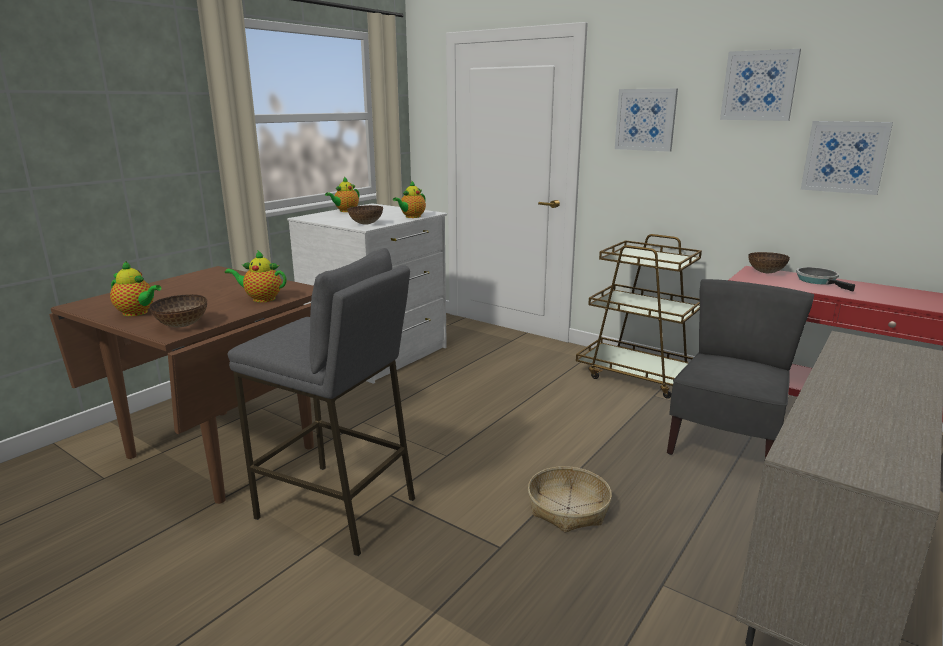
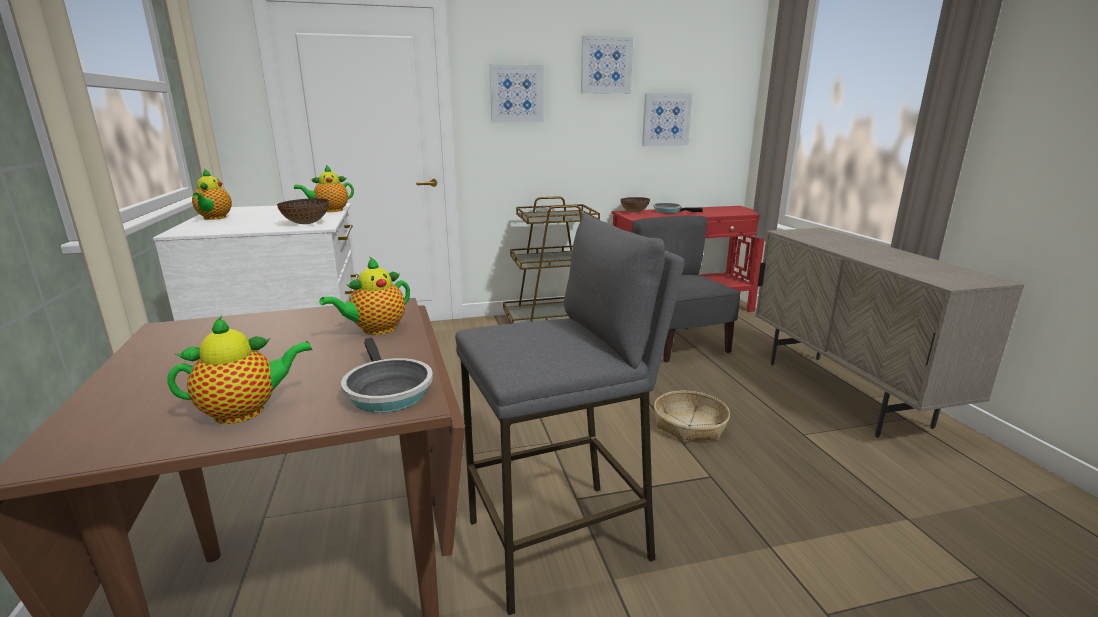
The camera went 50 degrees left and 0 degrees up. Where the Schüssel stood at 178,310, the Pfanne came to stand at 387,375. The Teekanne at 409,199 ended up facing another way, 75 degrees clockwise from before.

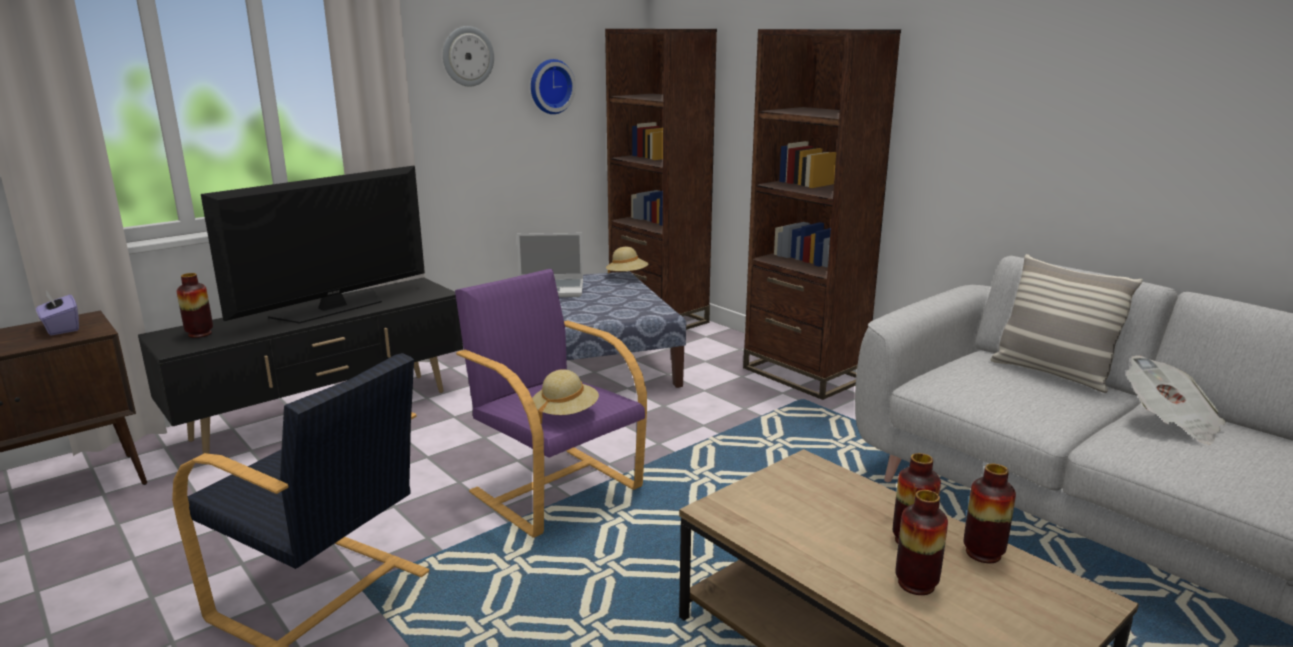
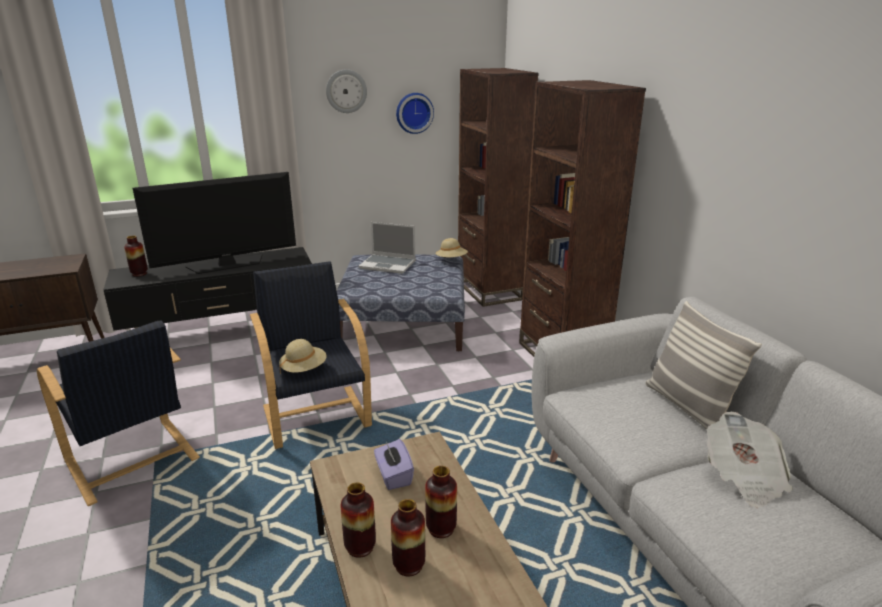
The camera went 20 degrees right and 5 degrees up. The Taschentuchbox (lila) ended up elsewhere, having gone from 57,313 to 394,464. The Vase ended up elsewhere, having gone from 989,513 to 358,520. What was the Sessel (lila) at 551,403 turned into the Sessel (schwarz) at 311,355.

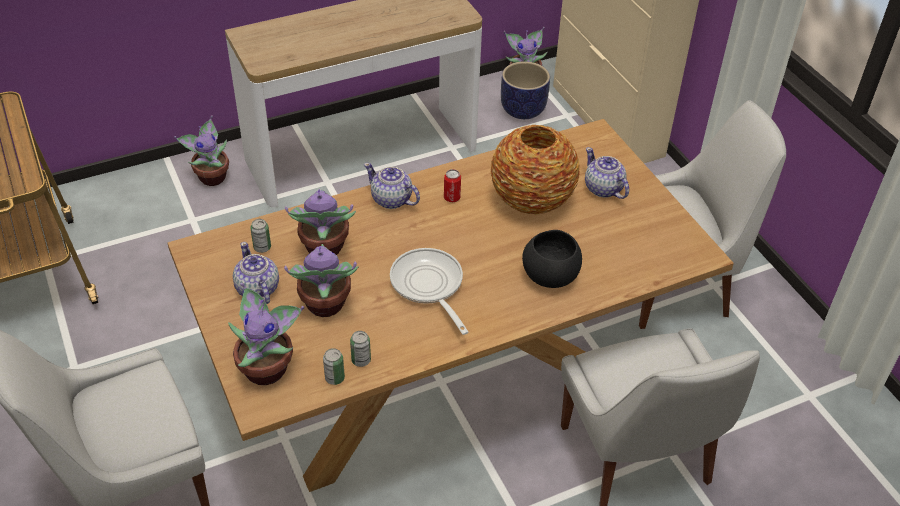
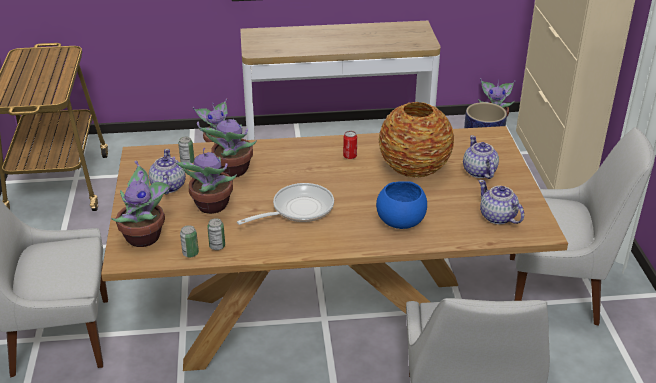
The camera went 20 degrees right and 10 degrees down. The Teekanne ended up elsewhere, having gone from 392,186 to 501,202. What was the Schüssel (schwarz) at 552,259 turned into the Schüssel (blau) at 401,205. The Pfanne at 429,291 ended up facing another way, 60 degrees clockwise from before.

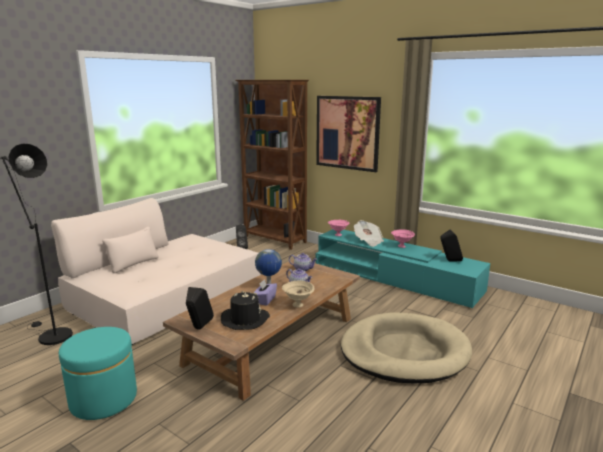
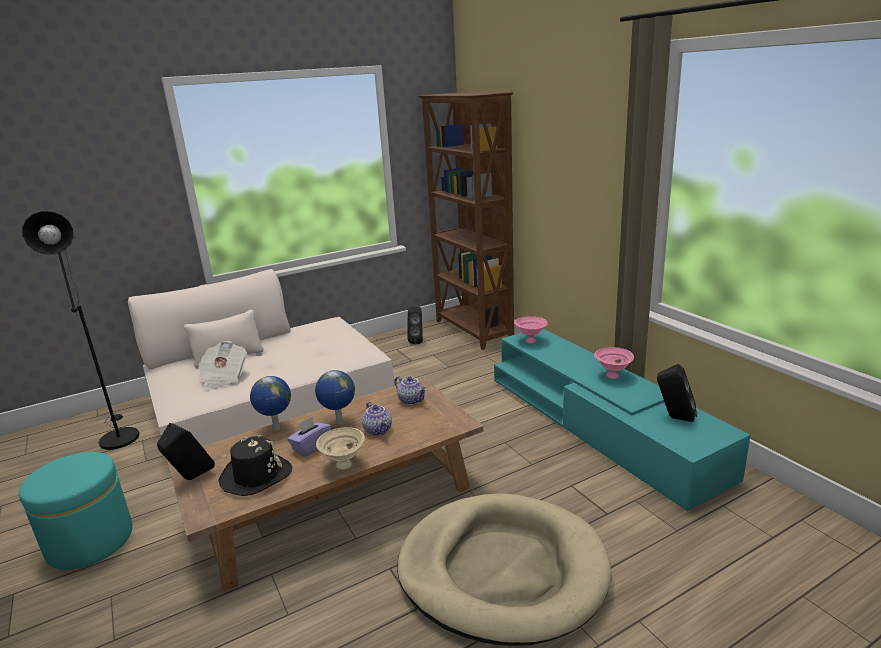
The camera went 25 degrees right and 5 degrees up. The second view lost the Bild at 348,134. The second view gained the Globus at 270,403. The Zeitung ended up elsewhere, having gone from 369,233 to 223,365.

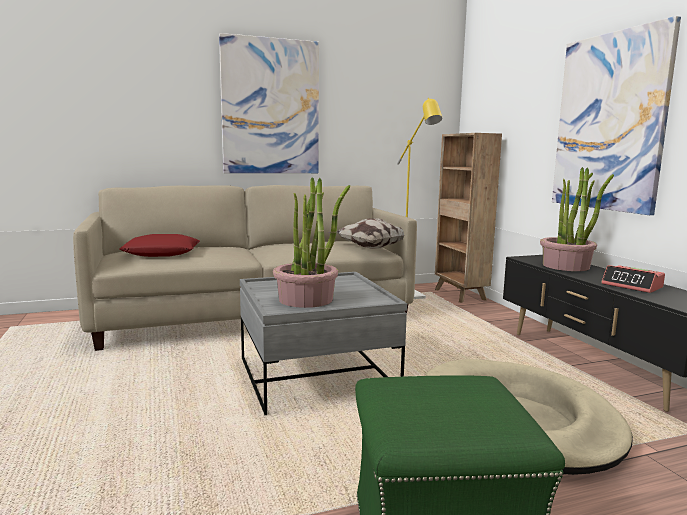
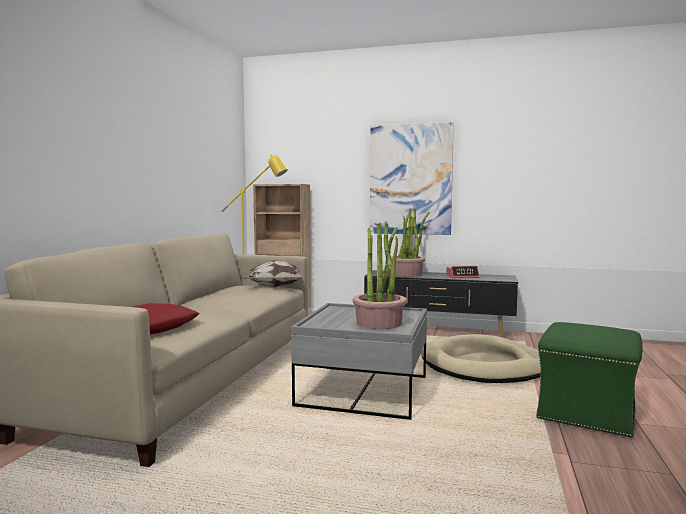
The camera went 55 degrees left and 5 degrees down. The second view lost the Bild at 269,103.

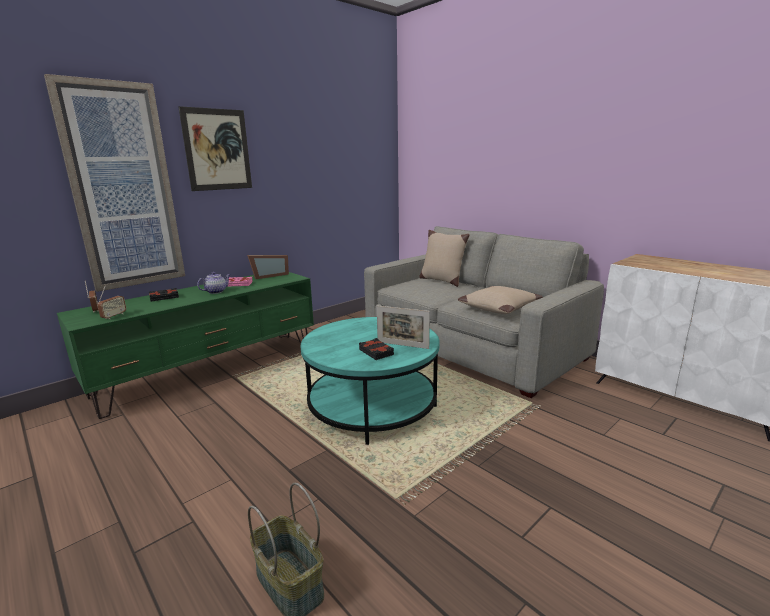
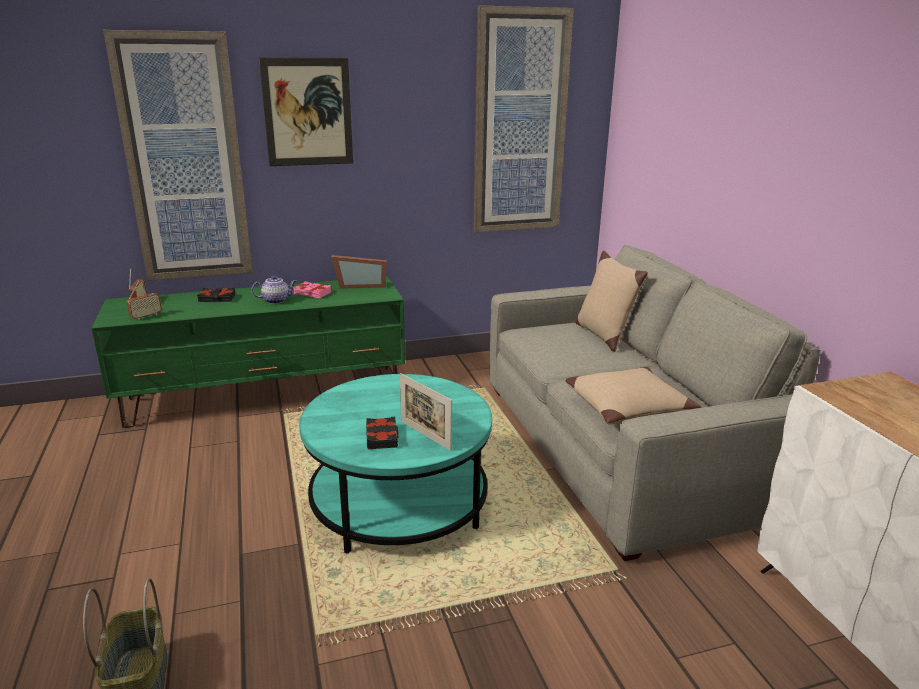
The camera went 25 degrees right and 5 degrees up. The second view gained the Bild at 523,119.

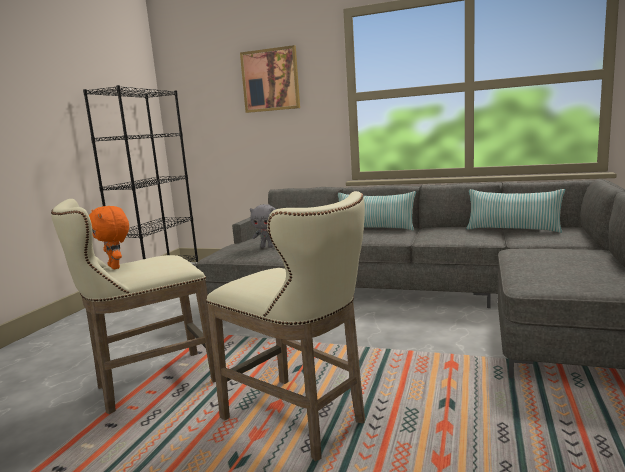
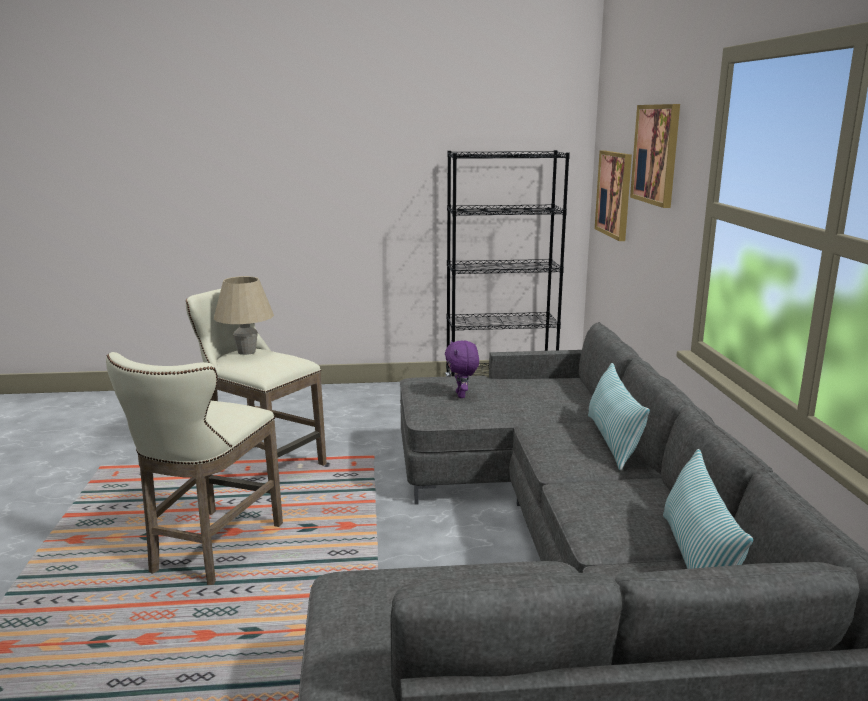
The camera went 65 degrees right and 5 degrees up. The second view gained the Bild at 613,196. Where the Plüschtier (orange) stood at 109,237, the Tischlampe (beige) came to stand at 244,315. What was the Plüschtier (grau) at 263,226 turned into the Plüschtier (lila) at 462,369.

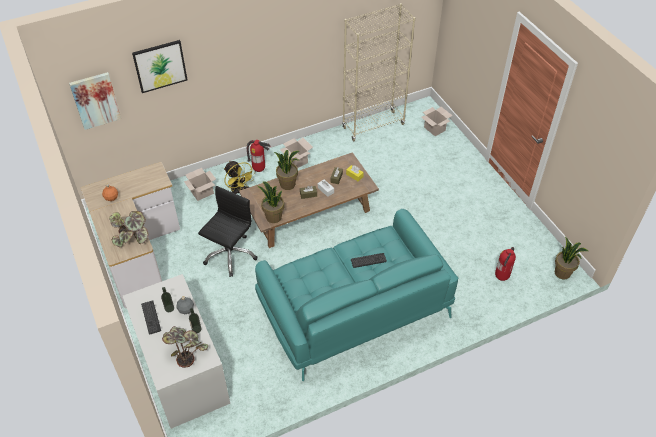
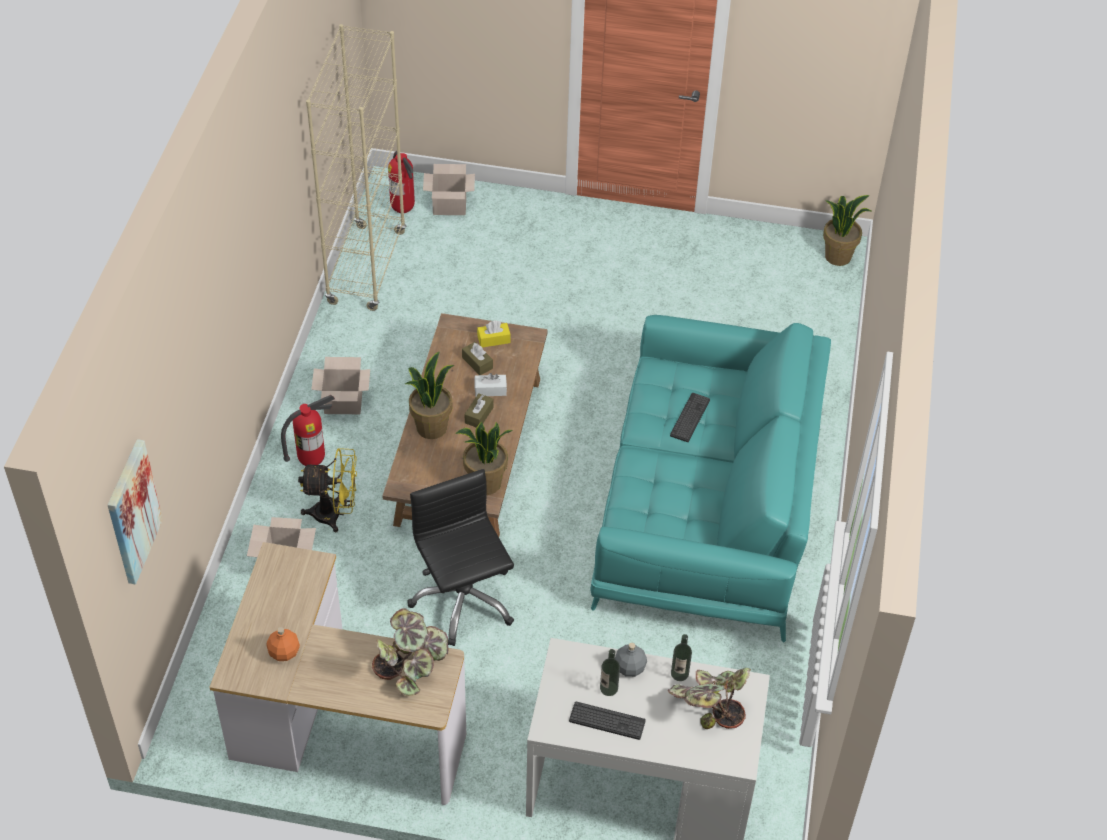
The camera went 55 degrees left and 0 degrees up. The second view lost the Bild at 159,66. The Feuerlöscher ended up elsewhere, having gone from 505,264 to 401,182.

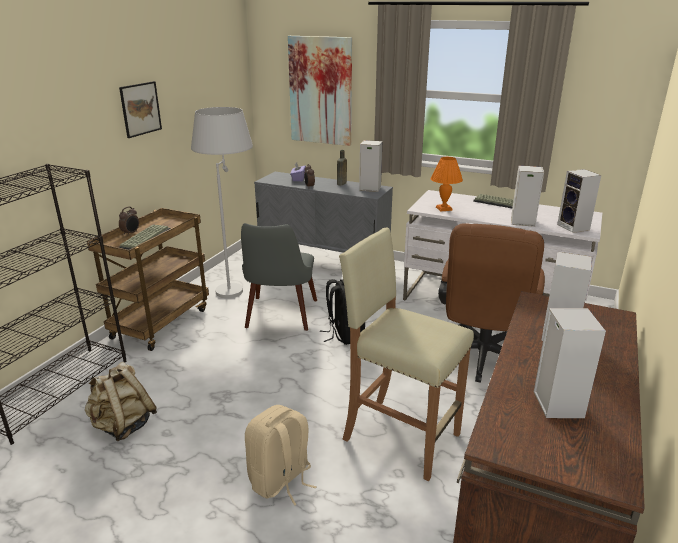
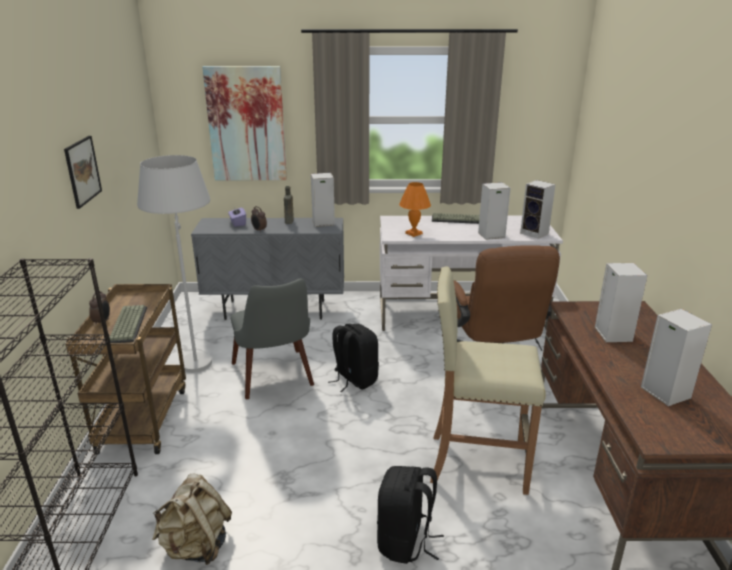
The camera went 25 degrees left and 0 degrees up. What was the Rucksack (beige) at 281,455 turned into the Rucksack (schwarz) at 410,515.

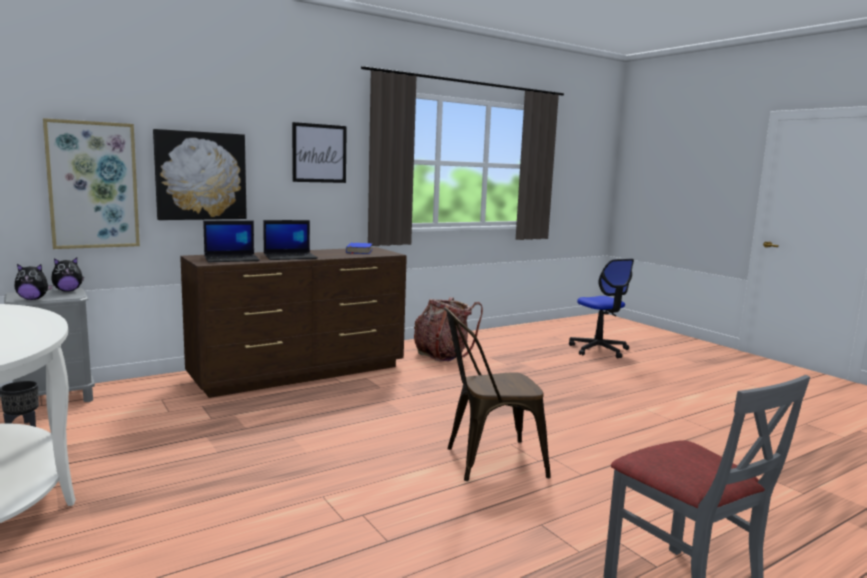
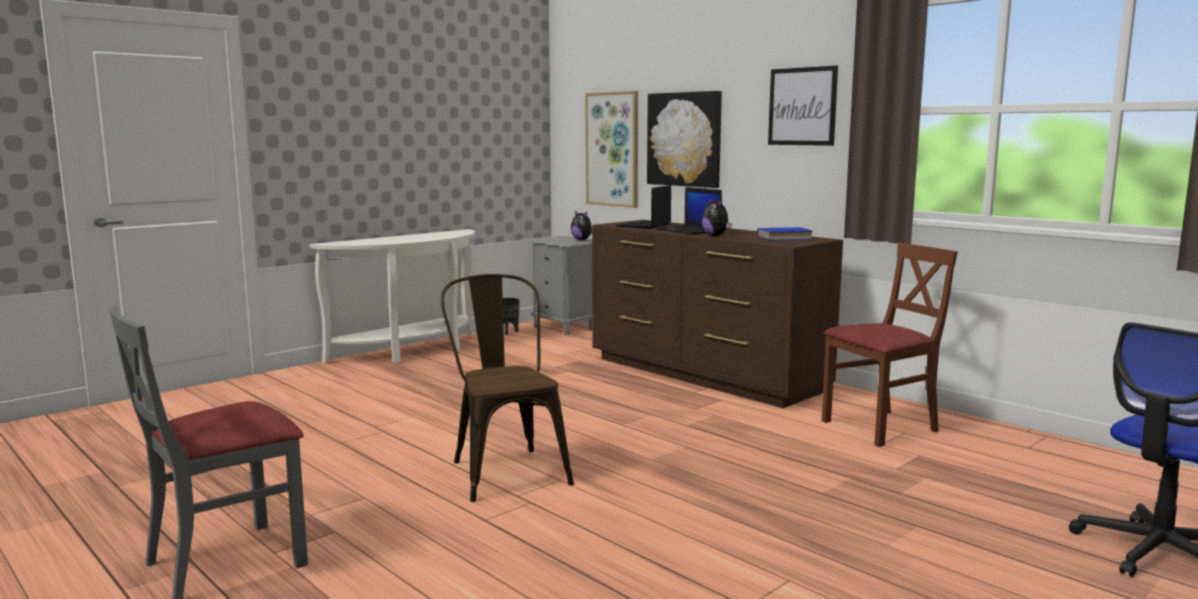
The camera went 80 degrees right and 0 degrees up. The Plüschtier ended up elsewhere, having gone from 33,282 to 717,216. Where the Rucksack stood at 448,329, the Stuhl (braun) came to stand at 890,345. The Laptop at 231,241 ended up facing another way, 60 degrees clockwise from before.

